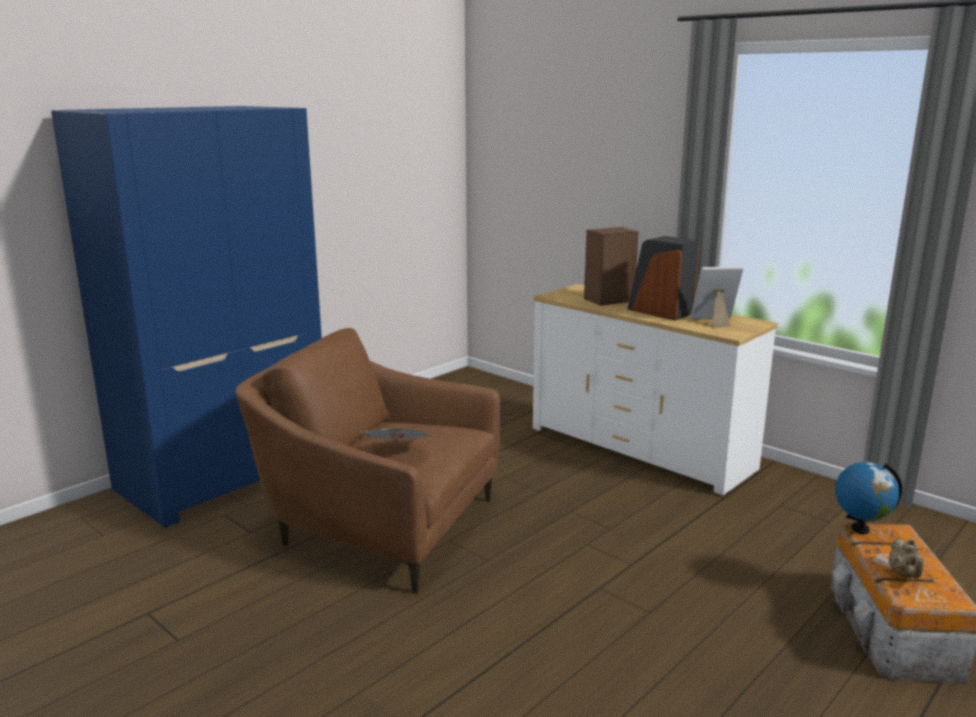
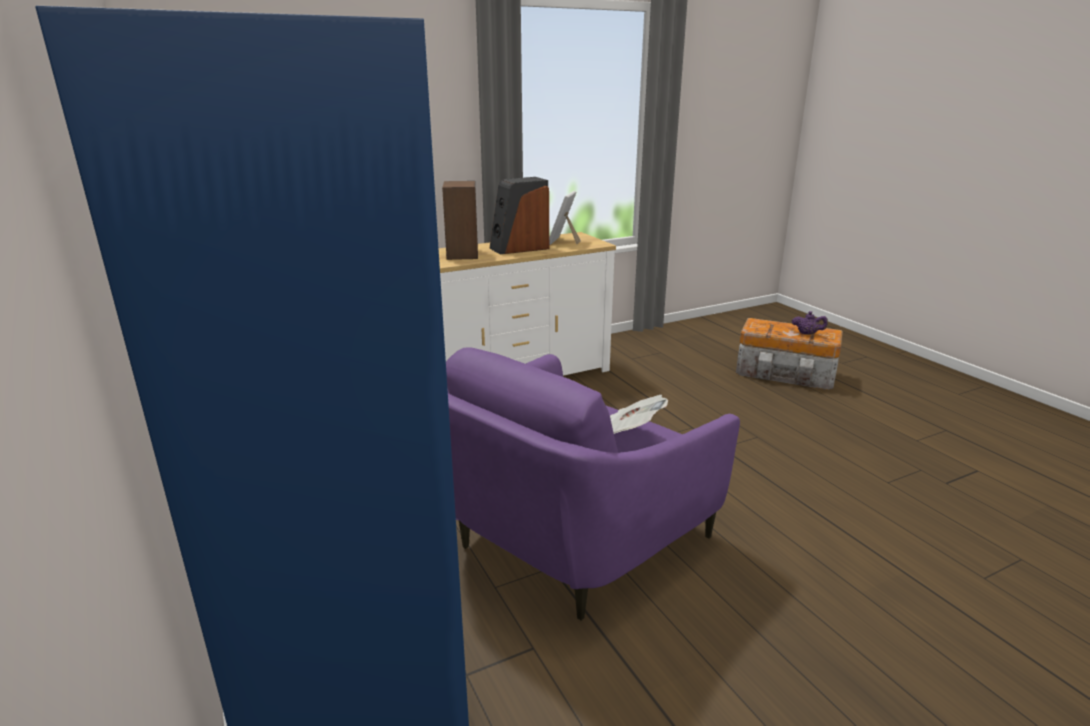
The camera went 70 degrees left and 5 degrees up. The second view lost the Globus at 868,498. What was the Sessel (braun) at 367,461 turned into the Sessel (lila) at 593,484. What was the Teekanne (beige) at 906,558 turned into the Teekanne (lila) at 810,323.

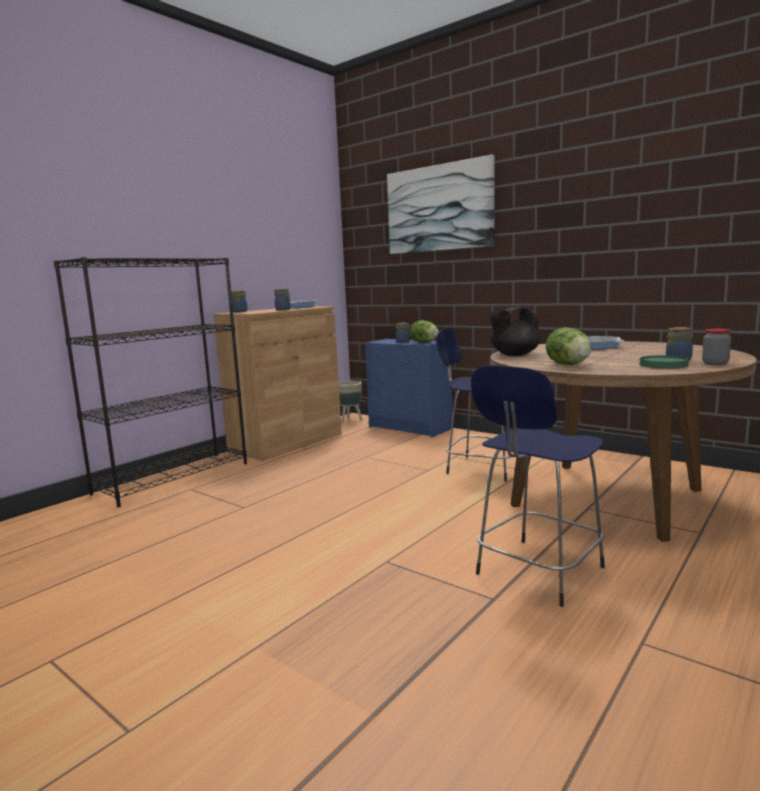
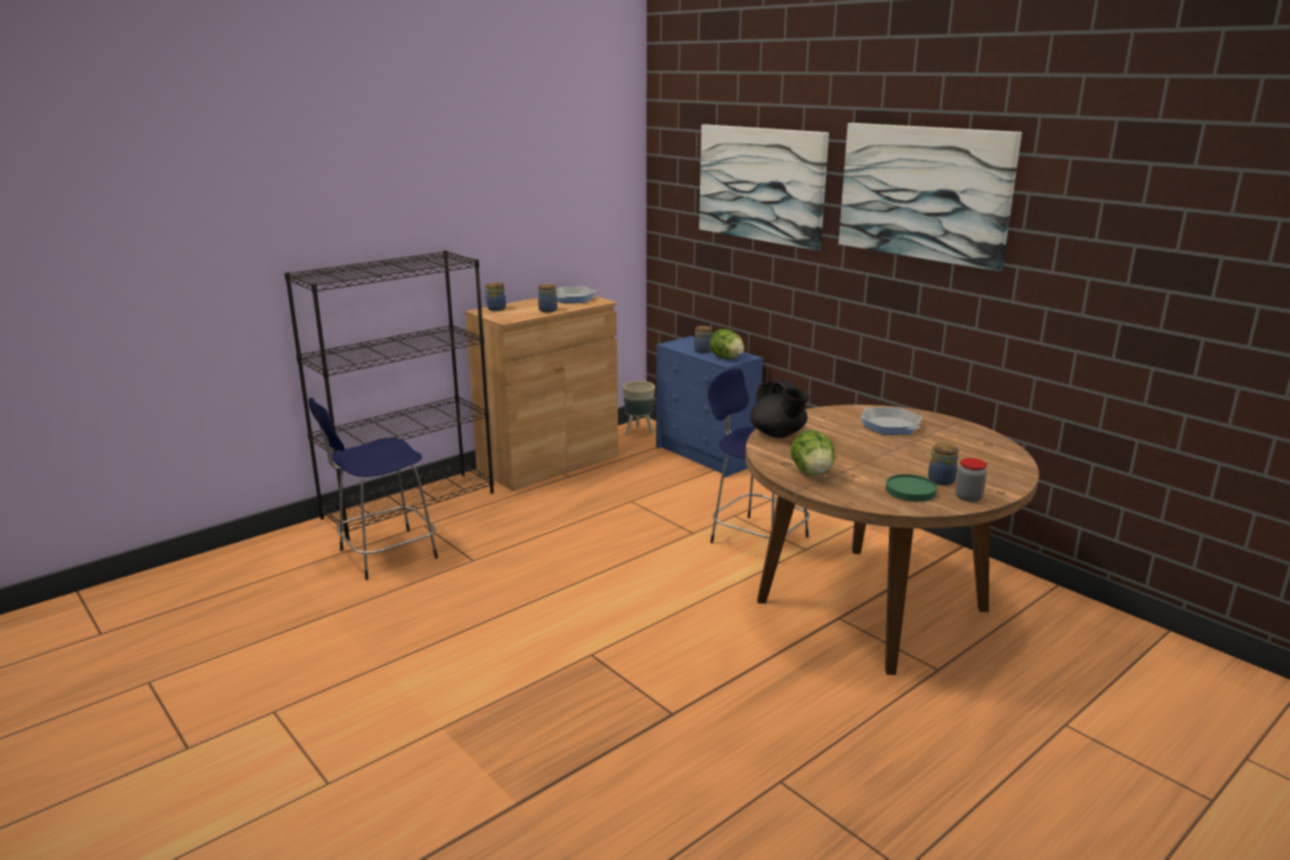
The camera went 10 degrees right and 10 degrees up. The second view gained the Bild at 930,197. The Hocker (blau) ended up elsewhere, having gone from 538,486 to 373,488. The Teekanne (schwarz) at 514,331 ended up facing another way, 105 degrees counterclockwise from before.

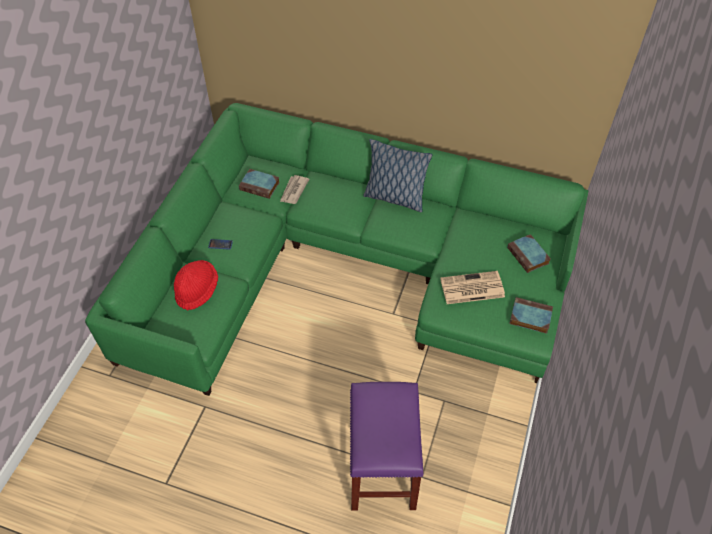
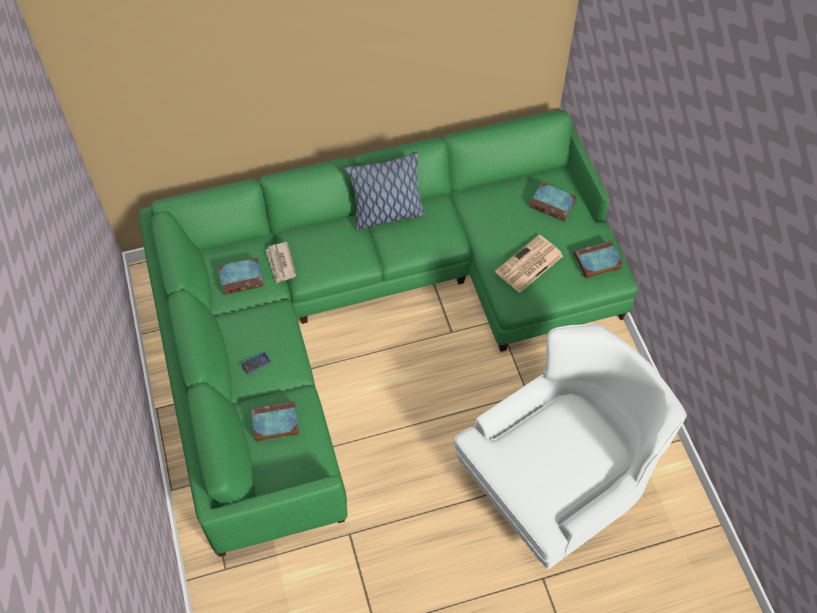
The camera went 35 degrees left and 5 degrees up. Where the Hut (rot) stood at 196,285, the Buch came to stand at 275,421. Where the Hocker (lila) stood at 387,446, the Sessel (weiß) came to stand at 570,447.

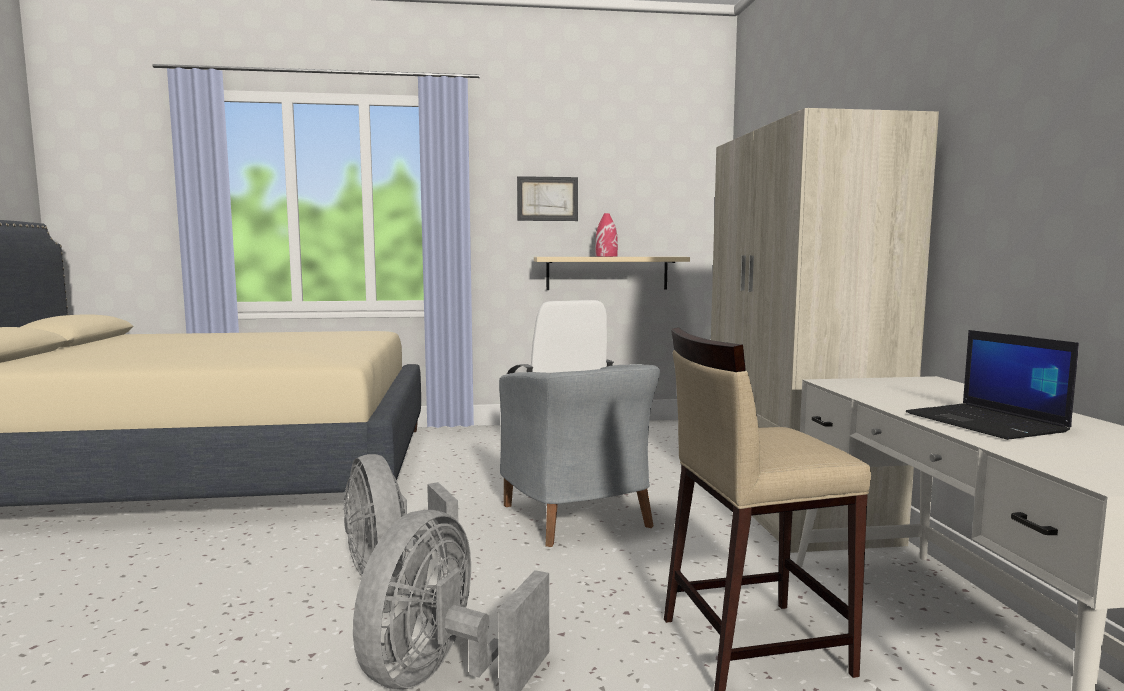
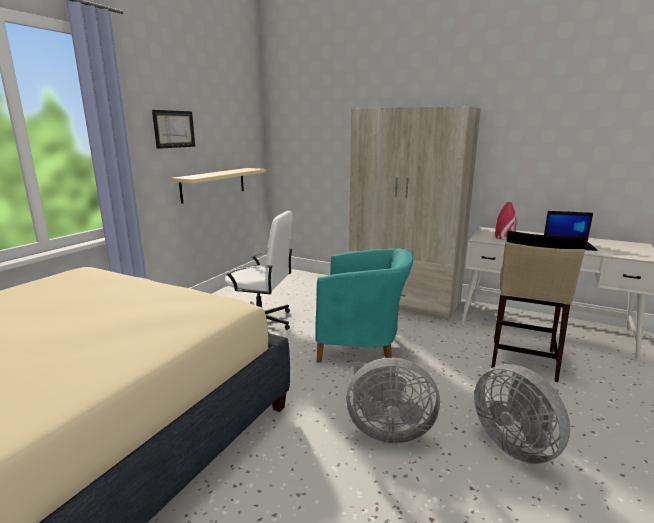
The camera went 55 degrees left and 10 degrees up. The Vase (rot) ended up elsewhere, having gone from 606,235 to 506,221. What was the Sessel (grau) at 579,455 turned into the Sessel (türkis) at 364,305.

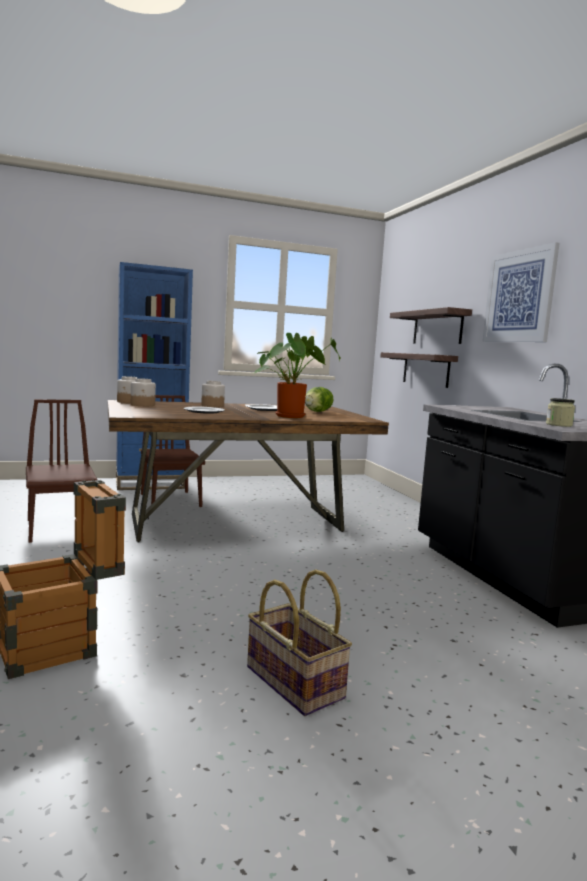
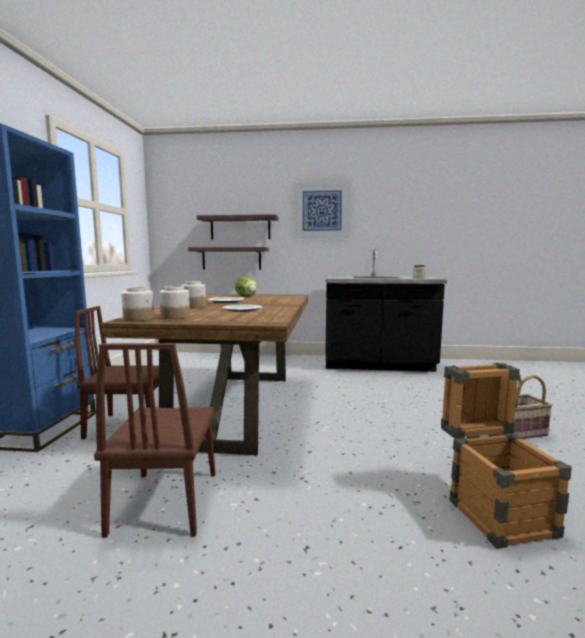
The camera went 65 degrees left and 0 degrees up. The second view lost the Topfpflanze at 297,375. The Stuhl (braun) at 62,471 ended up facing another way, 90 degrees counterclockwise from before.

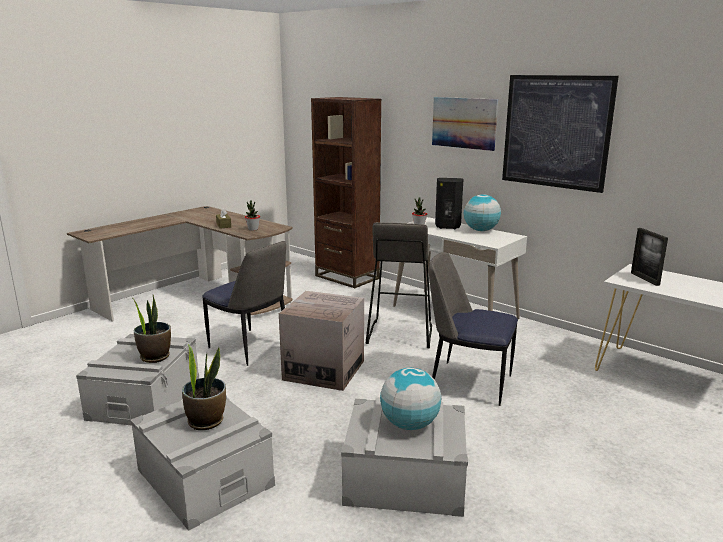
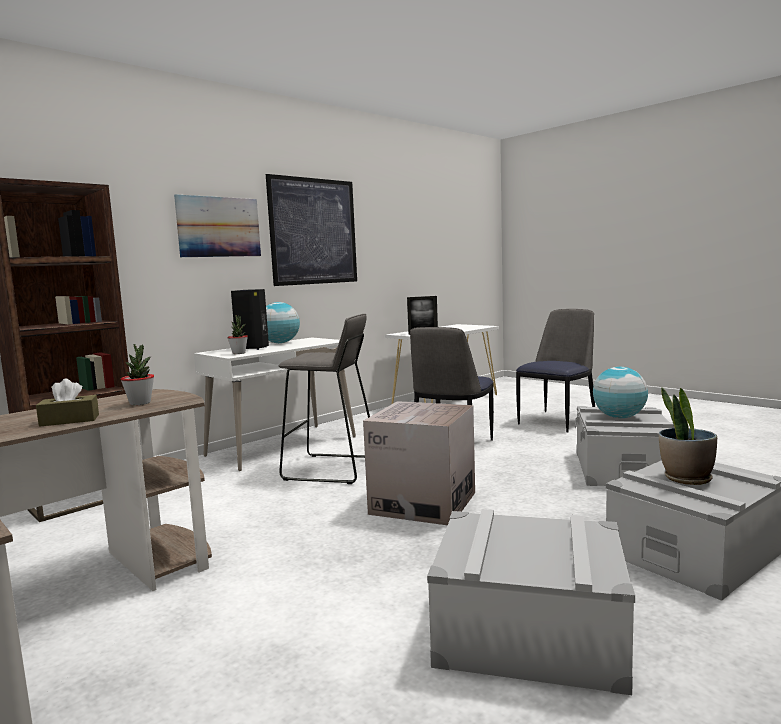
The camera went 85 degrees left and 10 degrees down. The second view lost the Topfpflanze at 151,329. The Stuhl ended up elsewhere, having gone from 244,303 to 555,371.

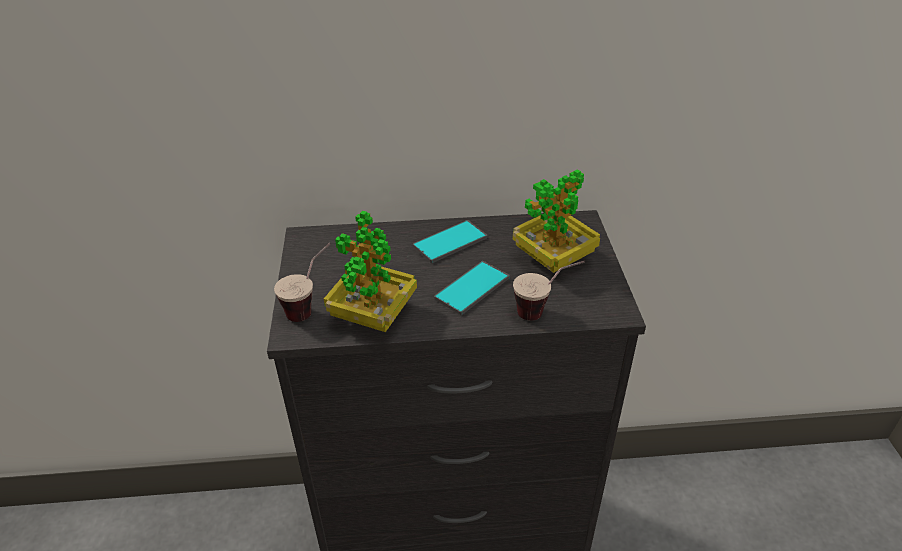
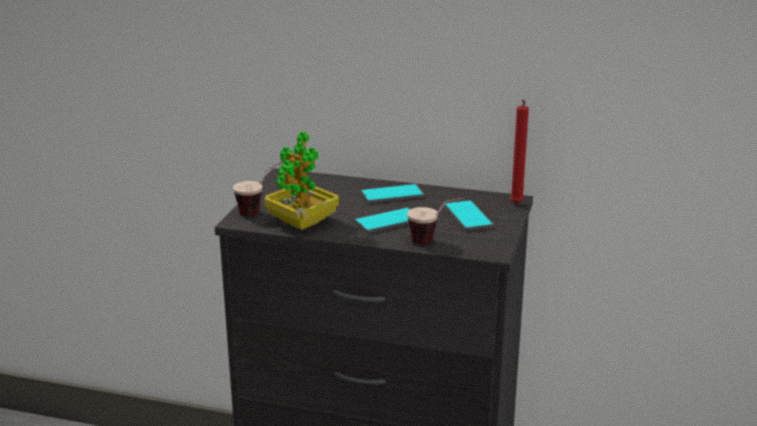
The camera went 20 degrees right and 15 degrees down. The second view gained the Kerze (rot) at 519,152. Where the Topfpflanze stood at 556,221, the Handy came to stand at 469,215.

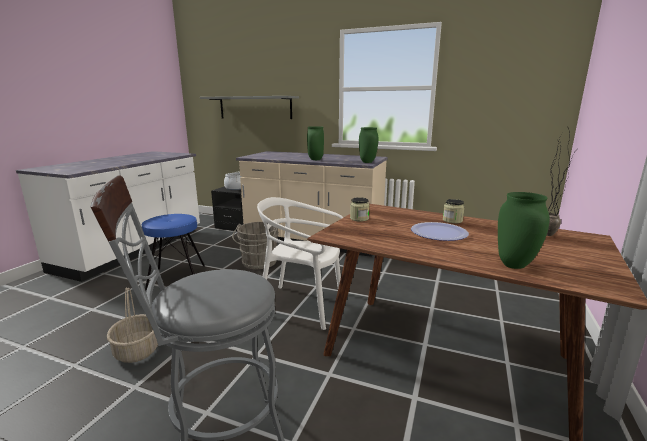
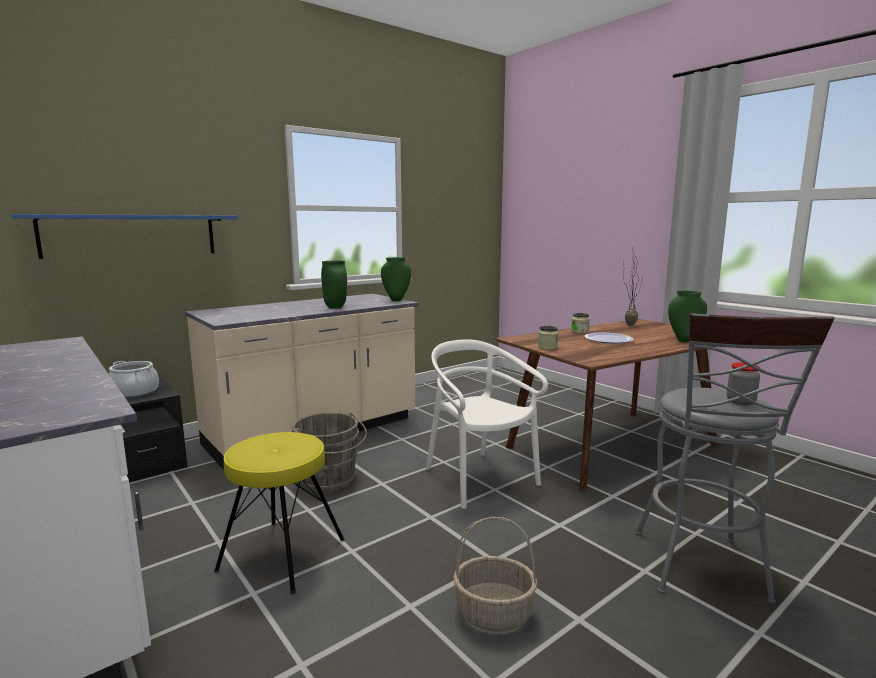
The camera went 60 degrees left and 5 degrees down. The second view gained the Vorratsglas at 743,384. What was the Hocker (blau) at 173,252 turned into the Hocker (gelb) at 279,513. What was the Wandregal (grau) at 249,107 turned into the Wandregal (blau) at 124,236. The Stuhl (weiß) at 300,263 ended up facing another way, 105 degrees clockwise from before.

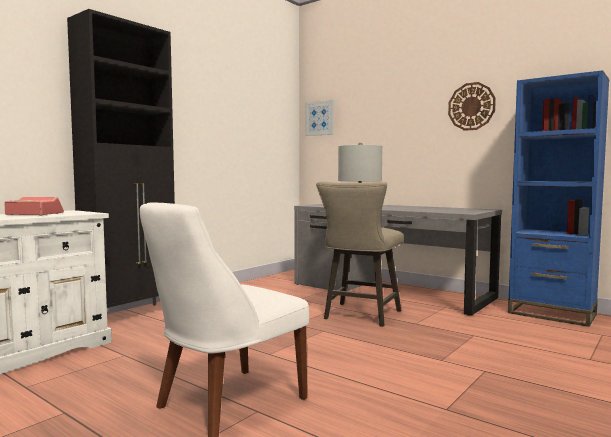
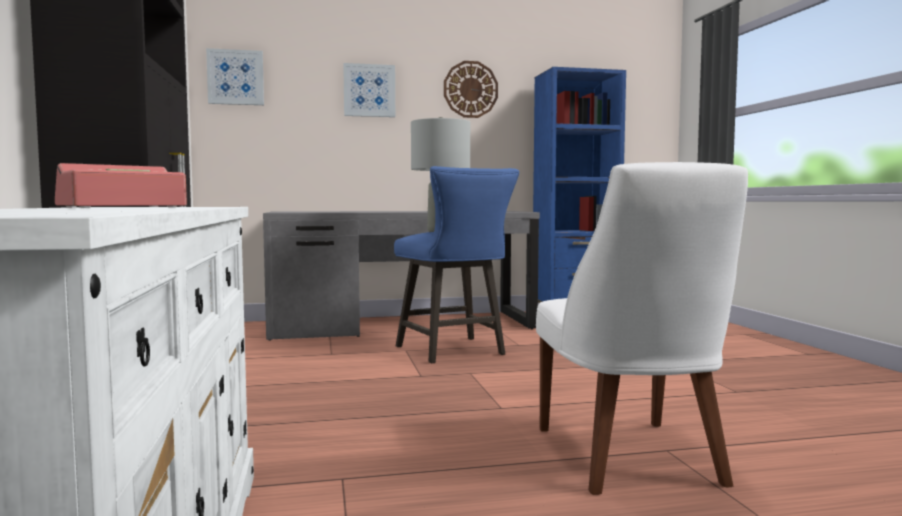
The camera went 50 degrees left and 0 degrees up. The second view gained the Bild at 369,90. What was the Hocker (beige) at 359,254 turned into the Hocker (blau) at 456,264.

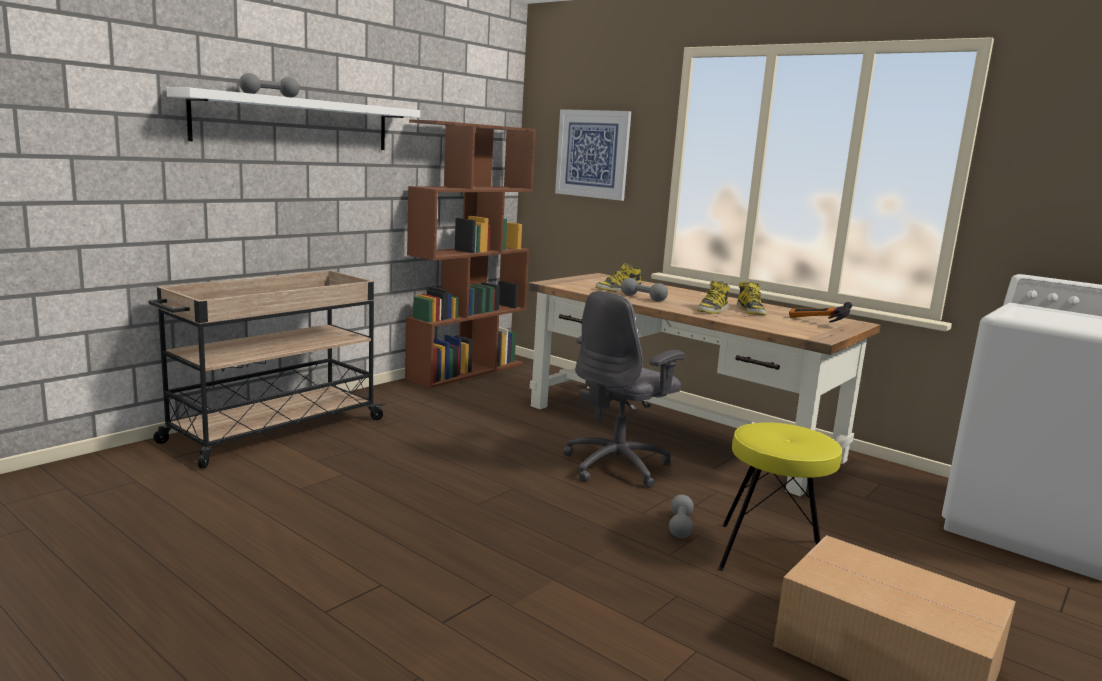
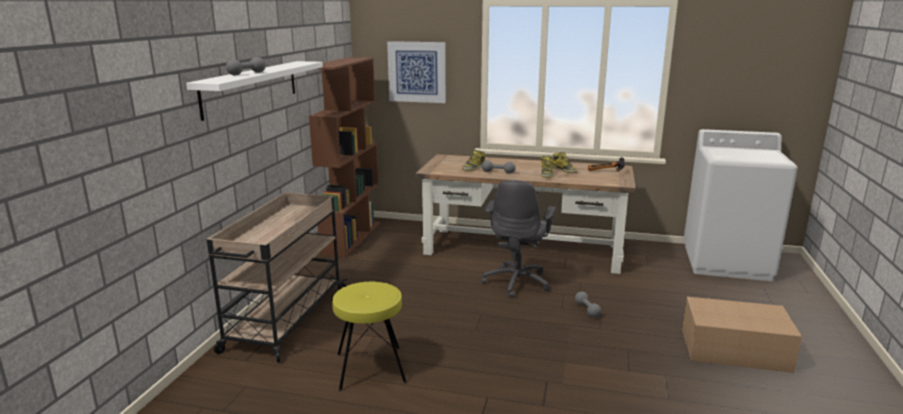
The camera went 25 degrees left and 5 degrees up. The Hocker (gelb) ended up elsewhere, having gone from 780,496 to 369,336.

